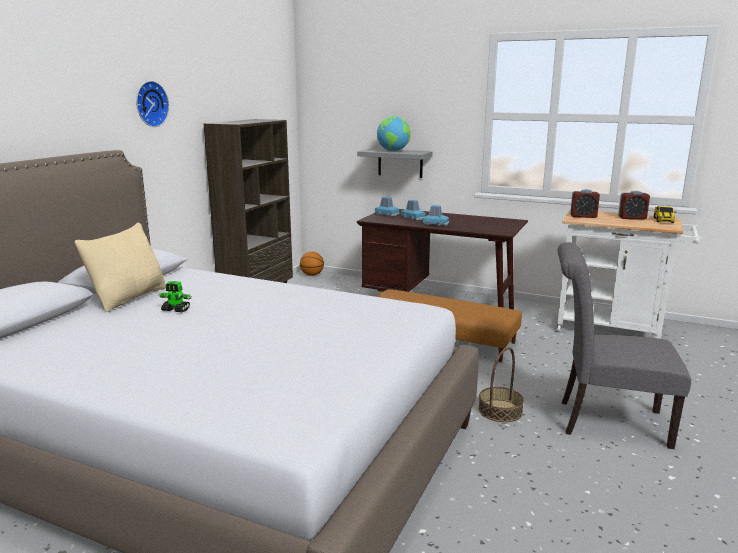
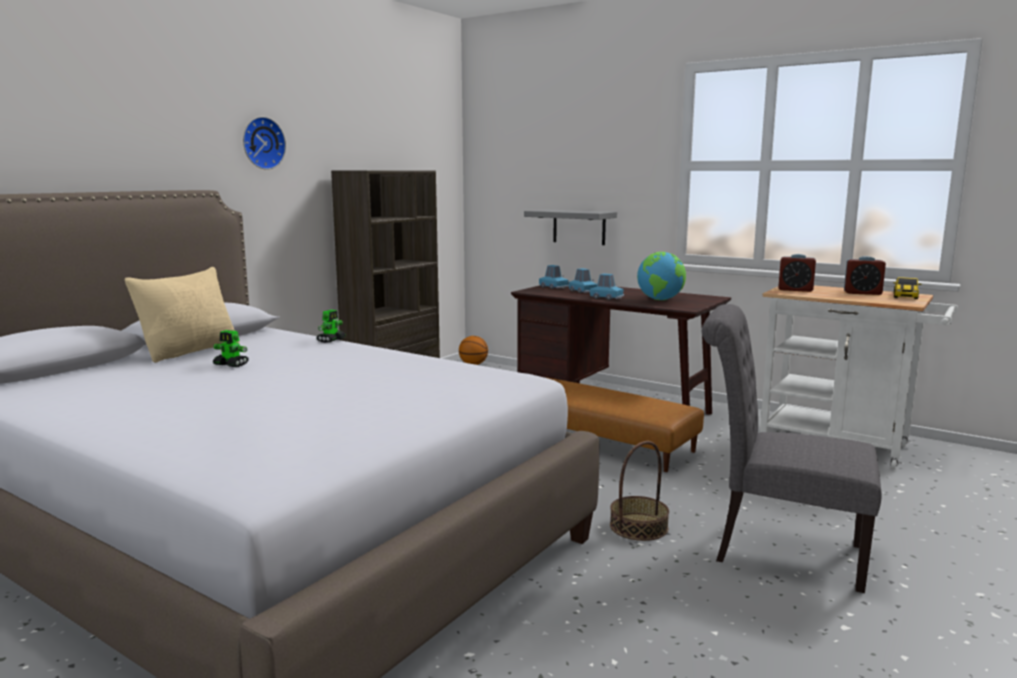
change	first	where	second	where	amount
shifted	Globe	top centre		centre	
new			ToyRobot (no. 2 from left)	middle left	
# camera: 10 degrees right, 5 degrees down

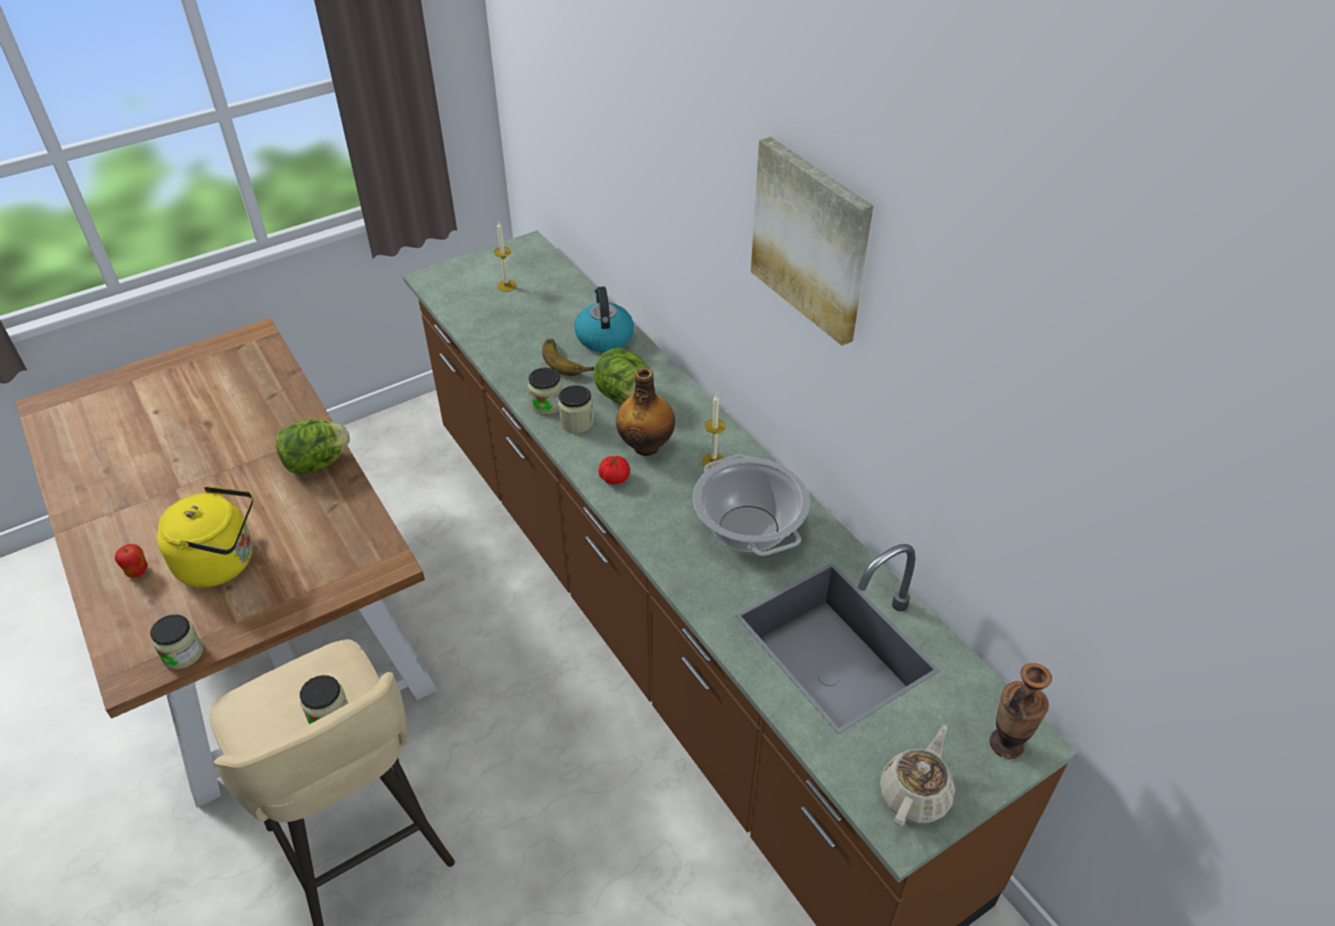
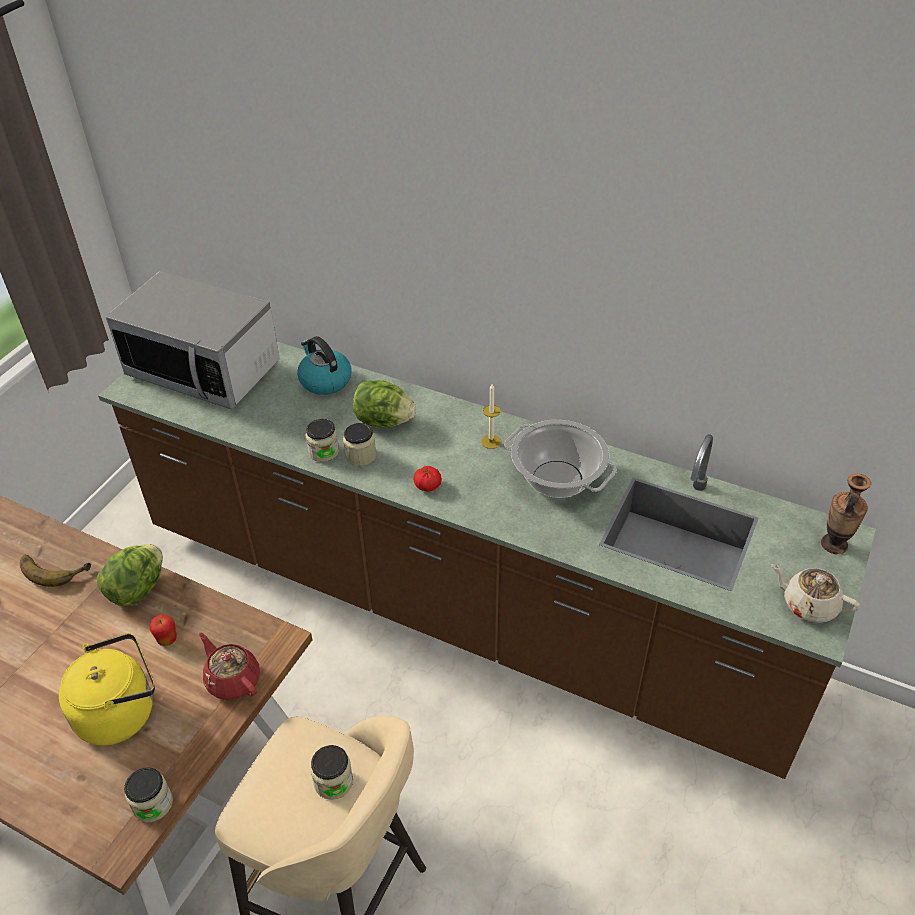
change	first	where	second	where	amount
gone	Picture	top centre			
swapped	Candle (no. 1 from left)	top centre	Microwave	middle left	
shifted	Banana	centre		middle left	
gone	Bottle	centre			
shifted	Apple	middle left		bottom left	
rotated	BeigeTeapot	bottom right		middle right	60 degrees counterclockwise
new			RedTeapot	bottom left	
# camera: 30 degrees left, 0 degrees up

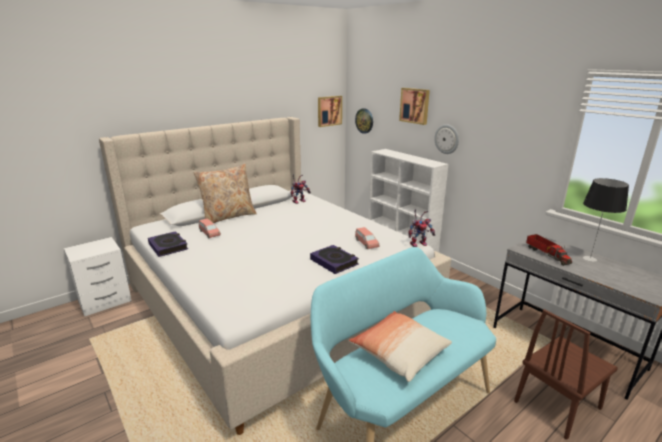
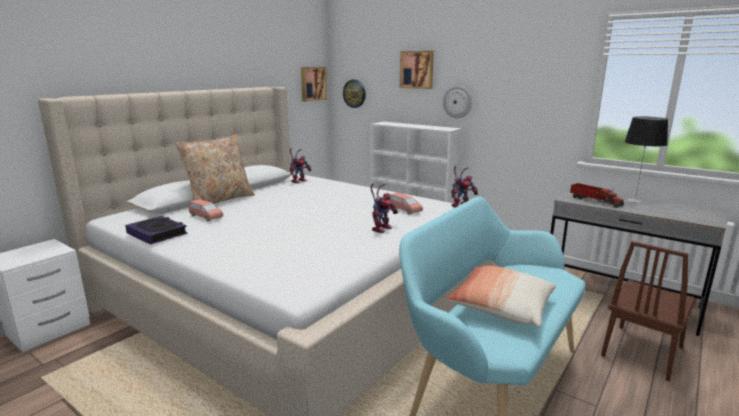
change	first	where	second	where	amount
swapped	Book (no. 2 from left)	centre	ToyRobot (no. 2 from left)	centre	
# camera: 15 degrees left, 5 degrees down

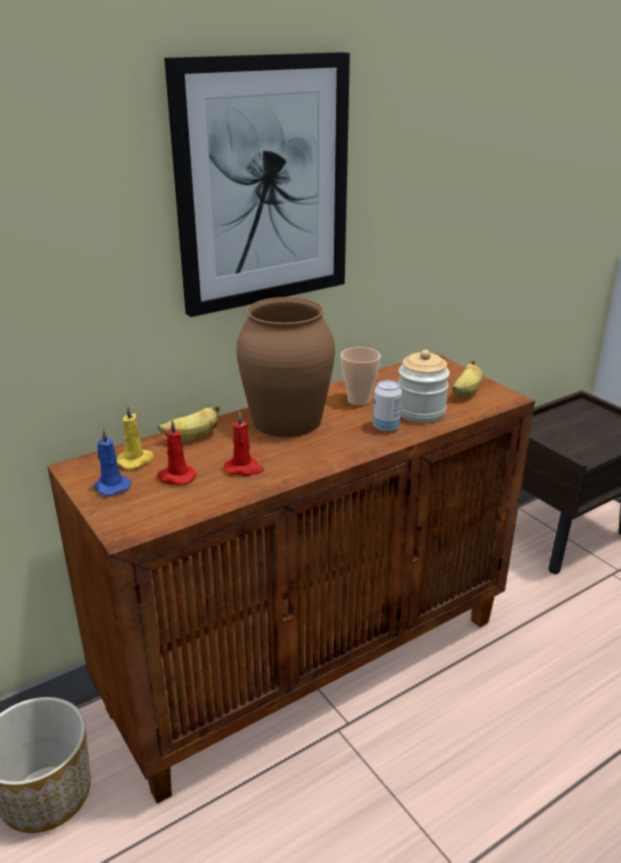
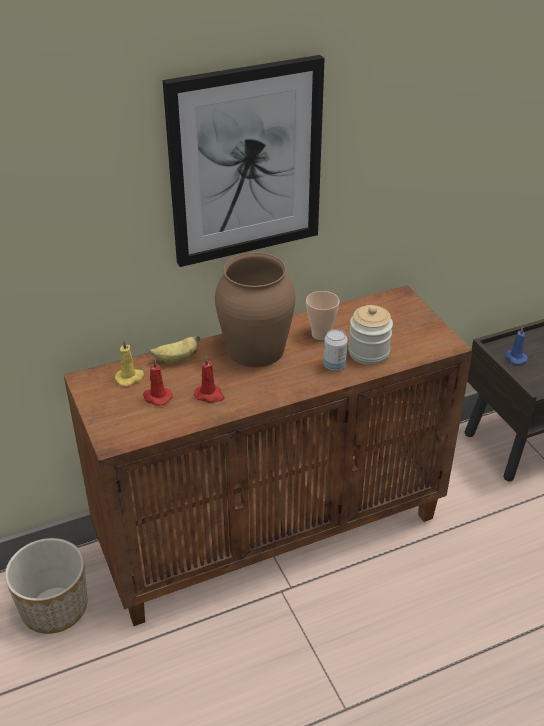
change	first	where	second	where	amount
gone	Banana (no. 2 from left)	middle right			
shifted	BlueCandle	middle left		middle right	
# camera: 10 degrees right, 10 degrees up

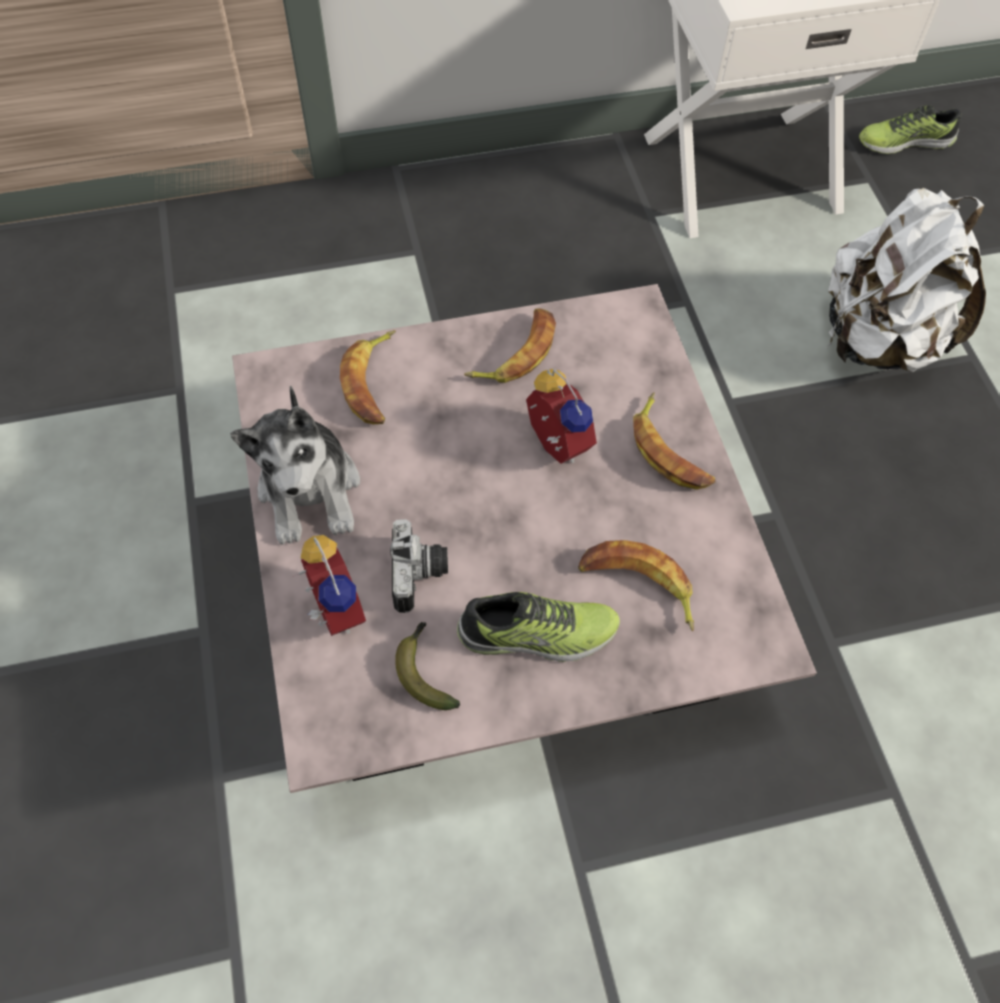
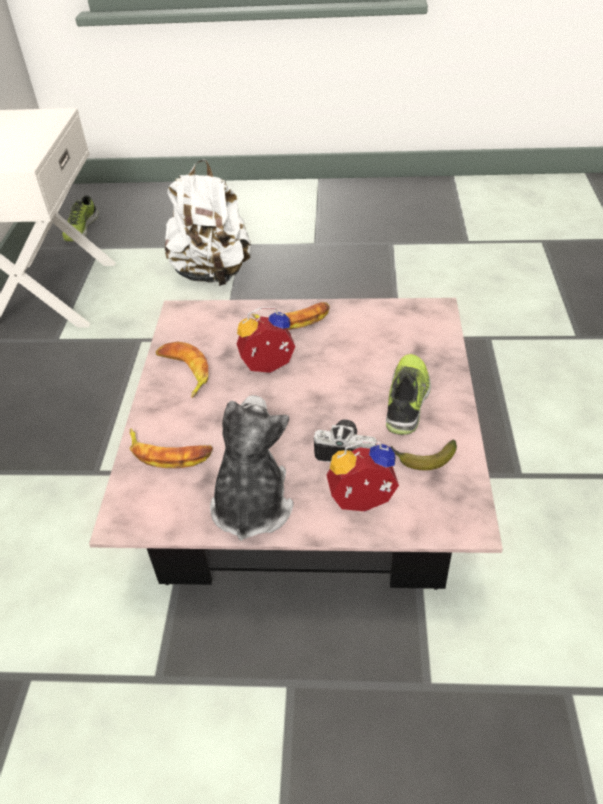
change	first	where	second	where	amount
rotated	PlushToy	middle left		centre	90 degrees counterclockwise
gone	Banana (no. 4 from left)	centre			
# camera: 70 degrees left, 15 degrees down

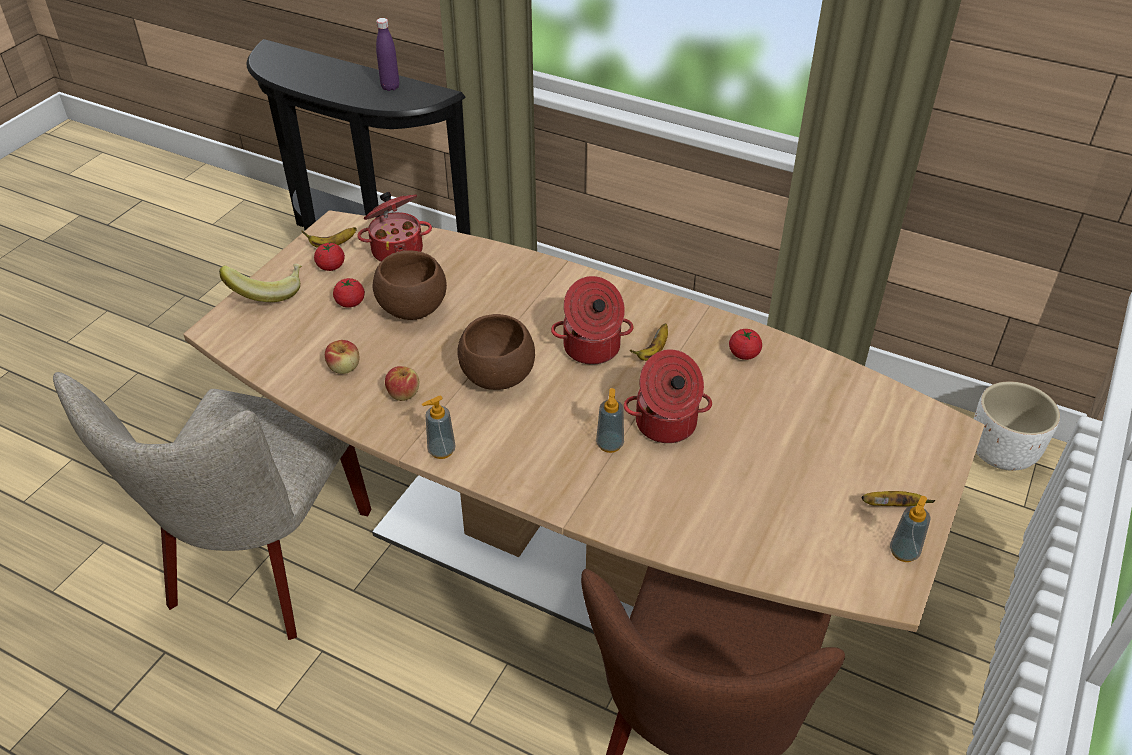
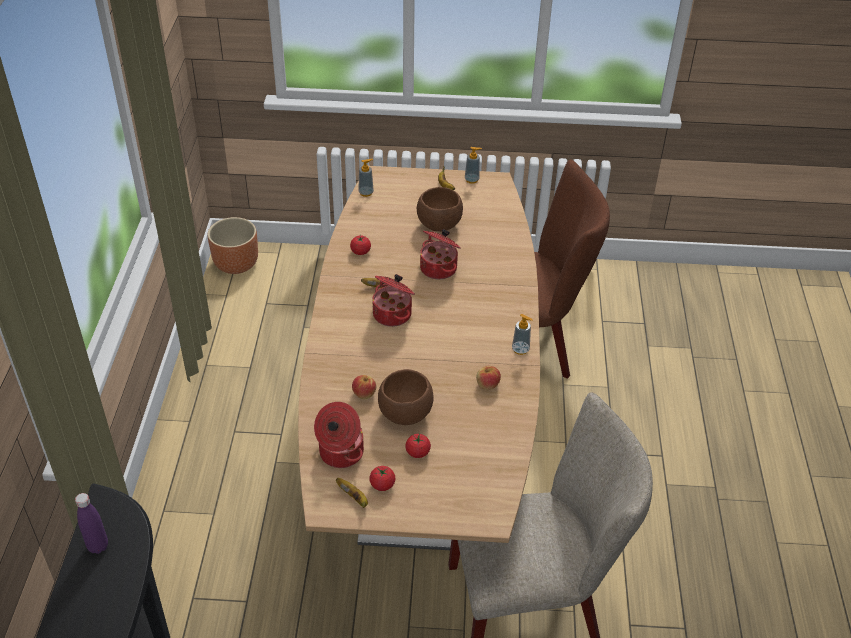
change	first	where	second	where	amount
gone	Banana (no. 1 from left)	middle left			
shifted	BrownBowl (no. 2 from left)	centre		top centre	
shifted	Apple (no. 1 from left)	middle left		centre	
repainted	WhitePlanter	middle right	BrownPlanter	middle left	
shifted	SoapDispenser (no. 2 from left in the first image)	centre	SoapDispenser (no. 1 from left)	top centre	
# camera: 115 degrees left, 0 degrees up

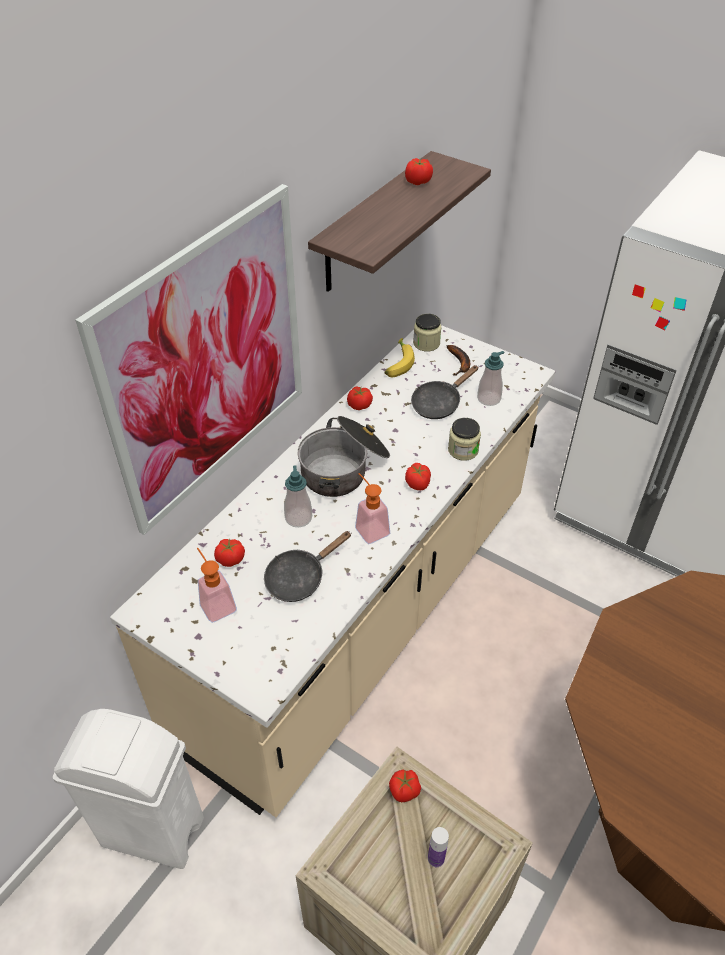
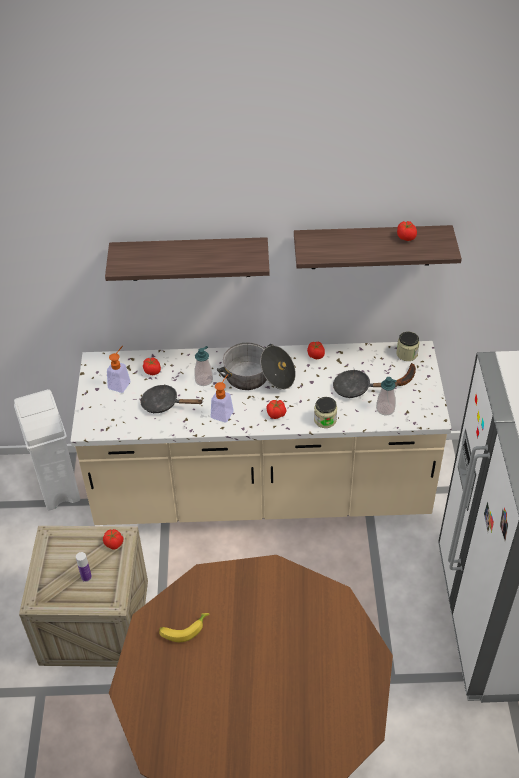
change	first	where	second	where	amount
swapped	Picture	middle left	Shelf (no. 1 from left)	top centre	
shifted	Banana (no. 1 from left)	centre		bottom centre	
# camera: 55 degrees right, 0 degrees up

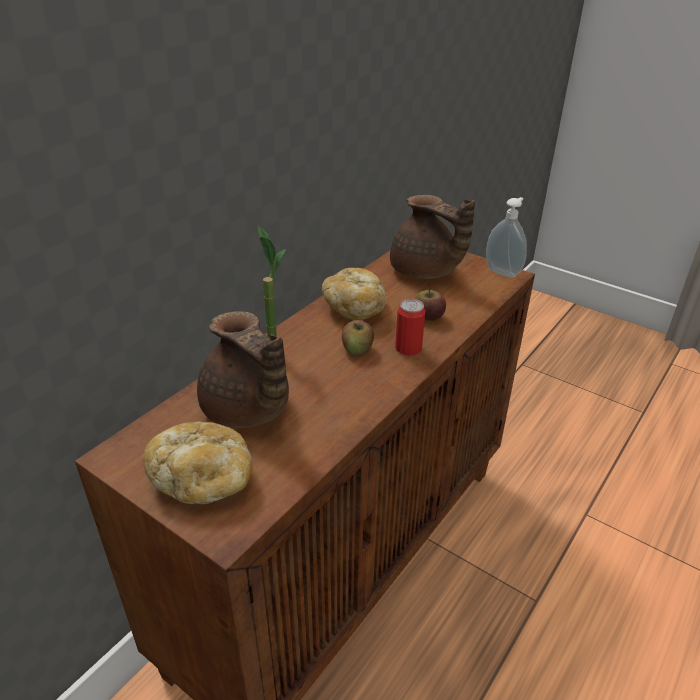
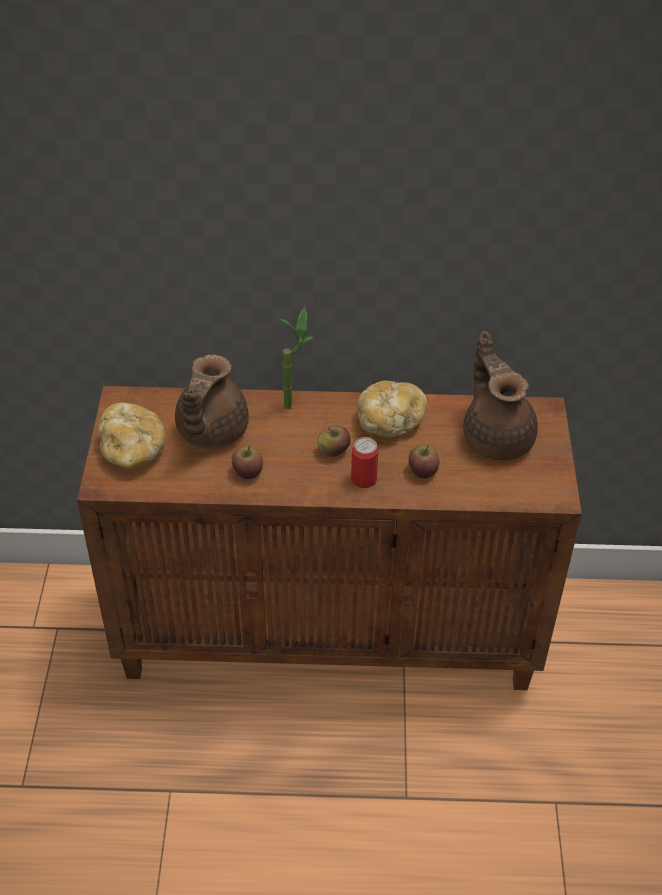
change	first	where	second	where	amount
rotated	BrownTeapot (no. 2 from left)	centre		middle right	150 degrees clockwise
gone	SoapDispenser	middle right			
new			Apple (no. 1 from left)	centre	
# camera: 55 degrees right, 10 degrees up

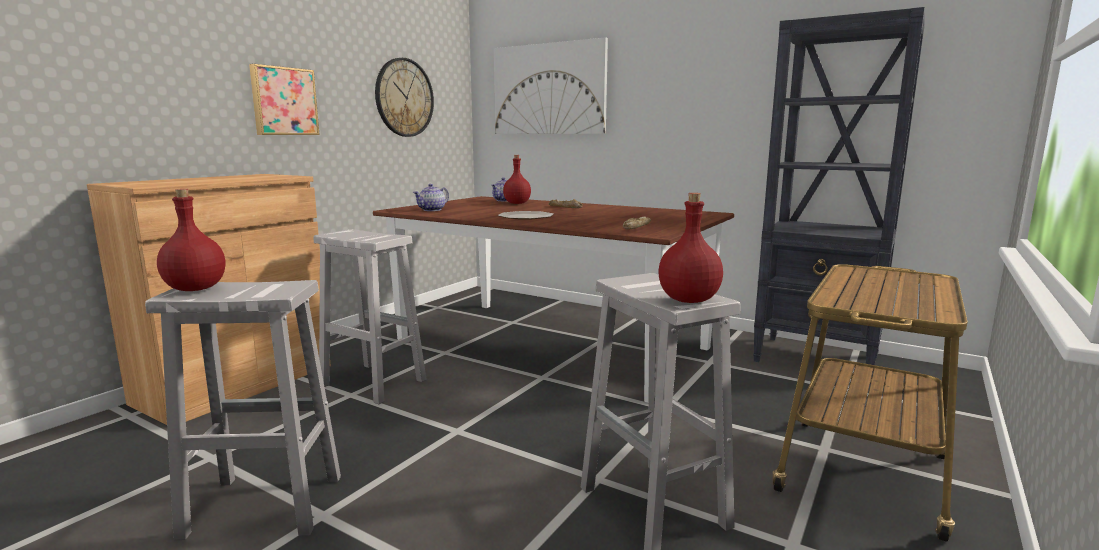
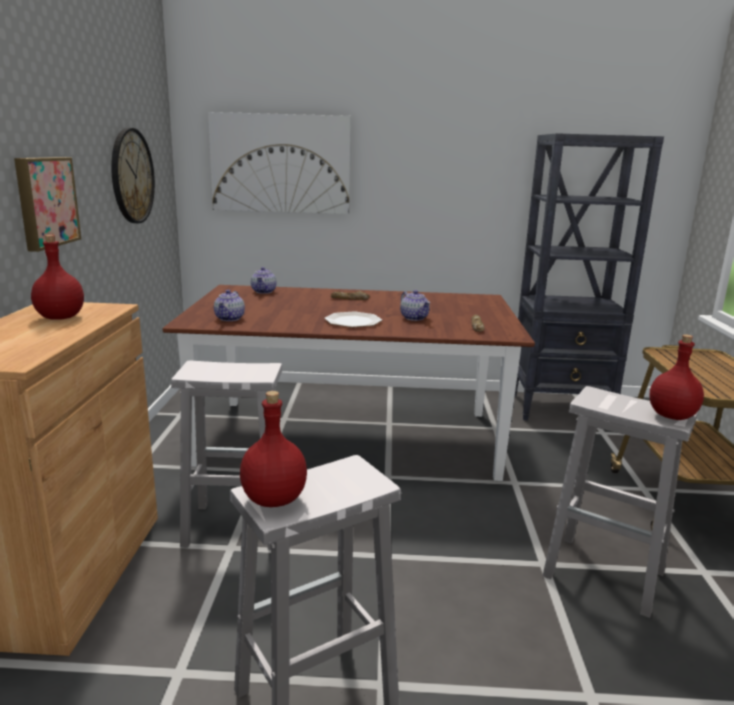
change	first	where	second	where	amount
shifted	RedBottle (no. 2 from left in the first image)	top centre	RedBottle (no. 1 from left)	middle left	
new			Teapot (no. 3 from left)	centre	
# camera: 30 degrees left, 5 degrees up

